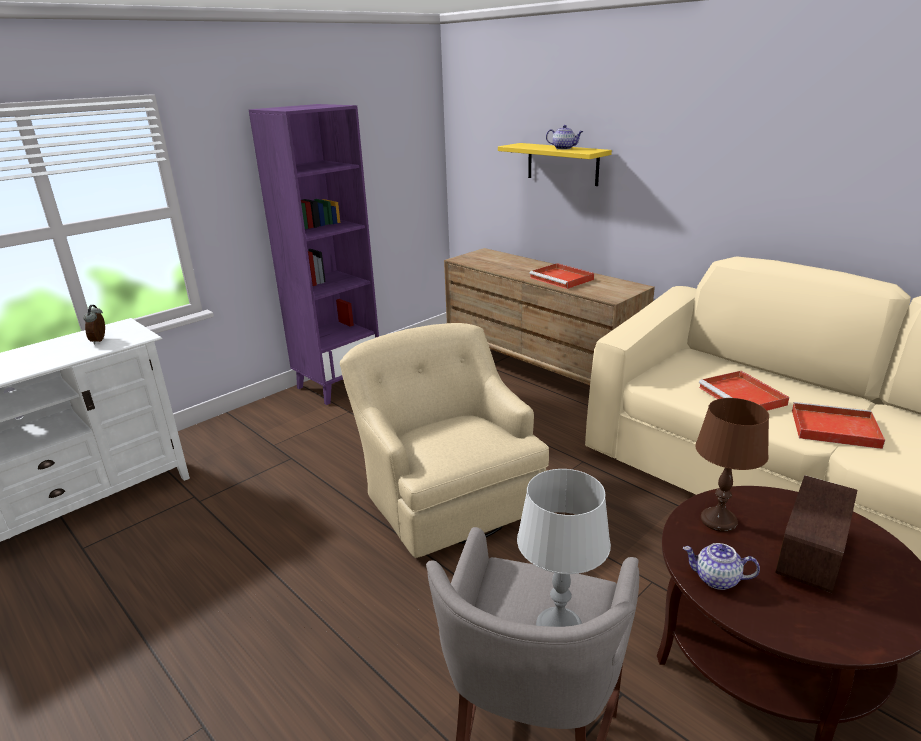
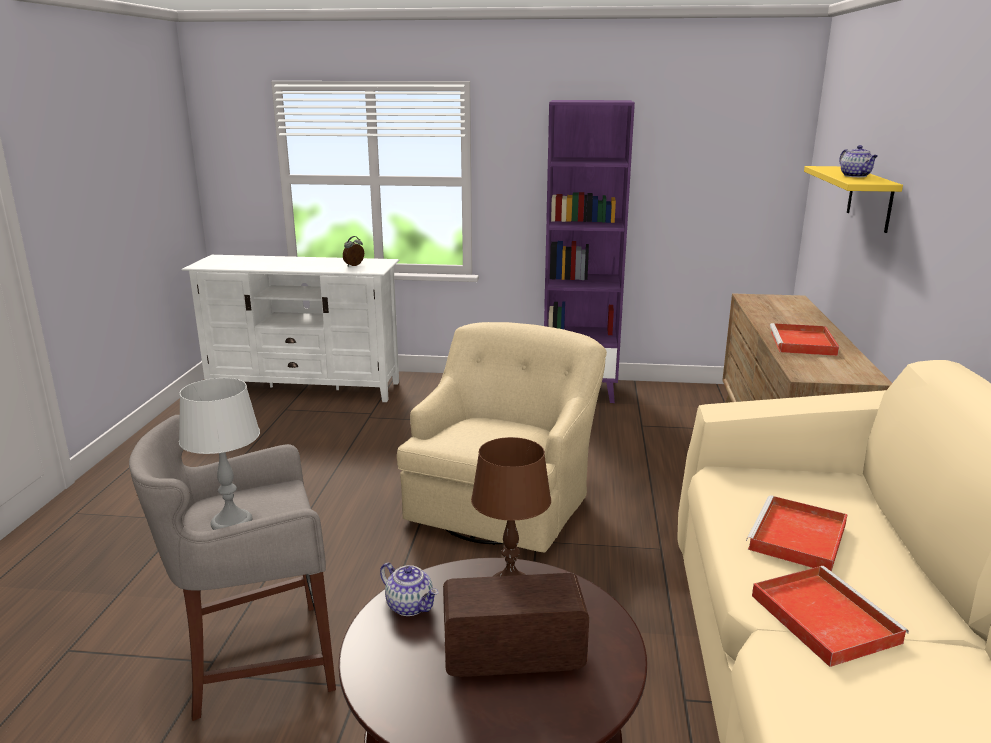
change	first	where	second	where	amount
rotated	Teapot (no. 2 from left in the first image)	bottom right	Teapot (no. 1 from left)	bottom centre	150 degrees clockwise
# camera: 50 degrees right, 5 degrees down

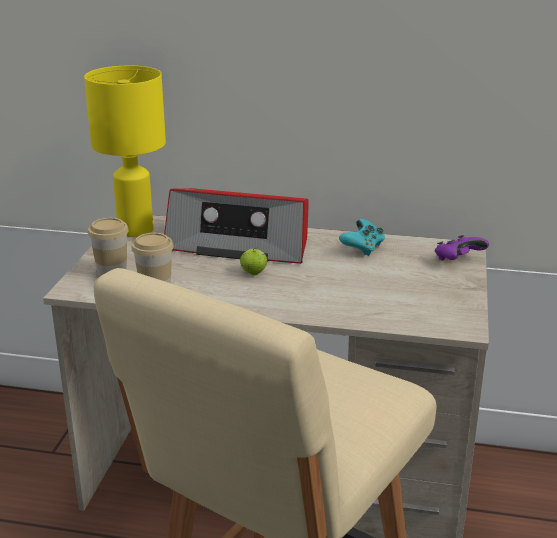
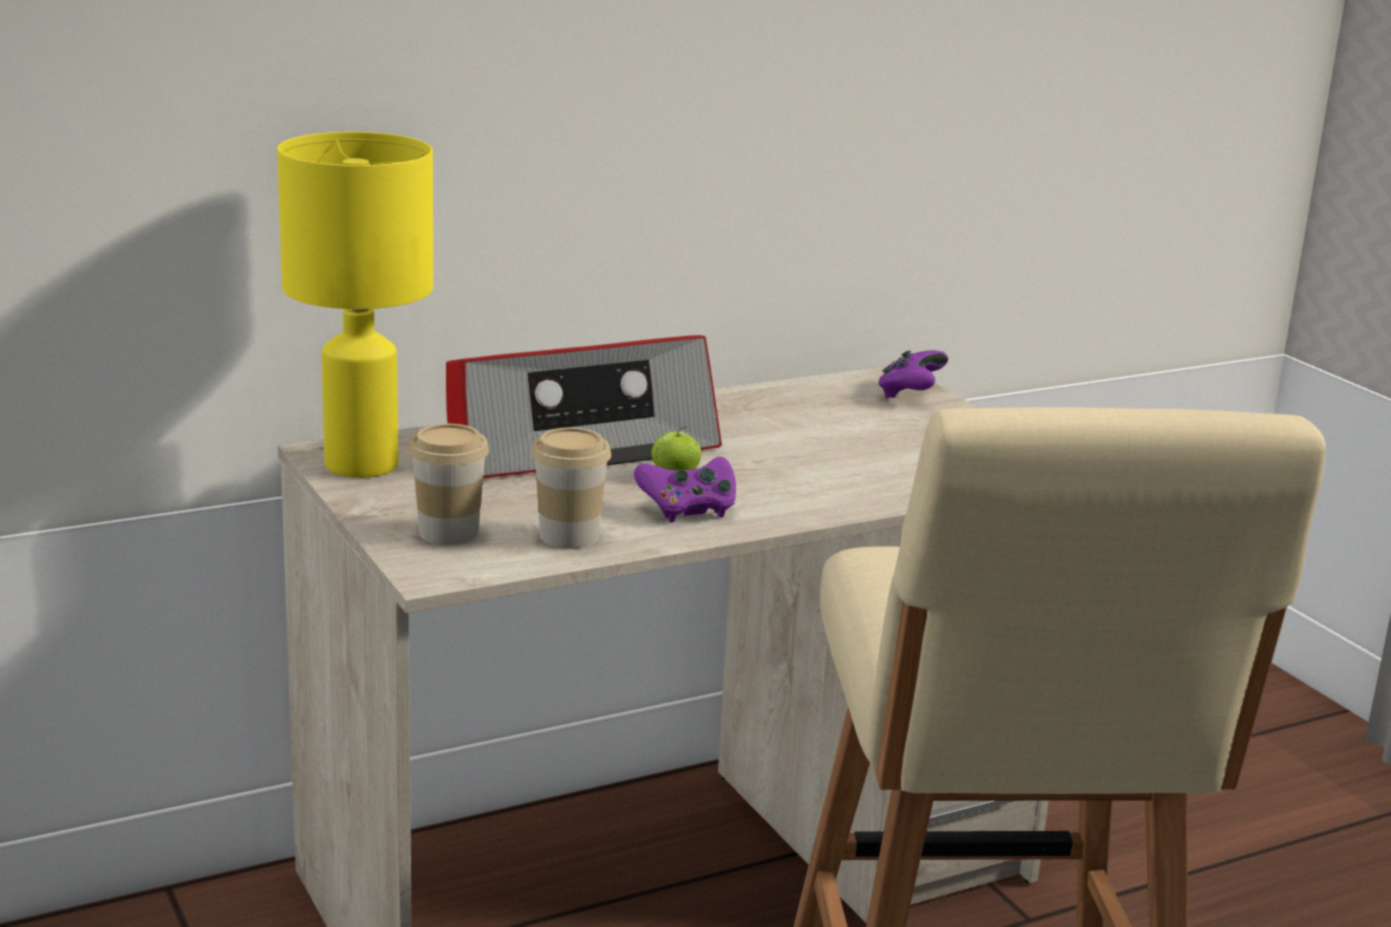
change	first	where	second	where	amount
gone	TurquoiseGameController	centre			
new			PurpleGameController (no. 1 from left)	centre	
# camera: 40 degrees left, 5 degrees down

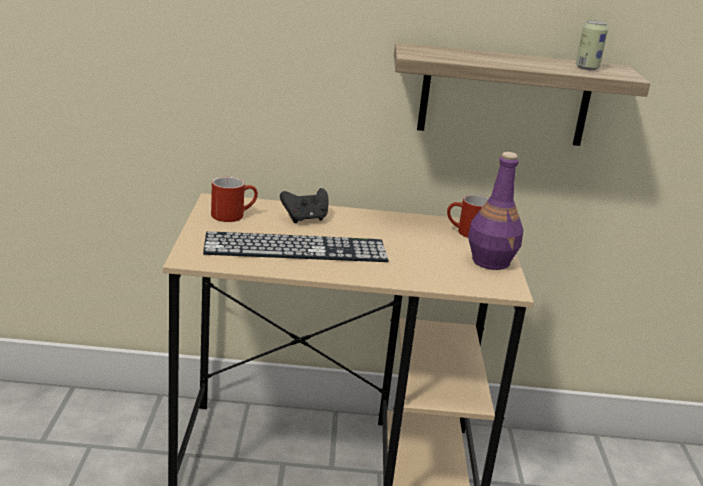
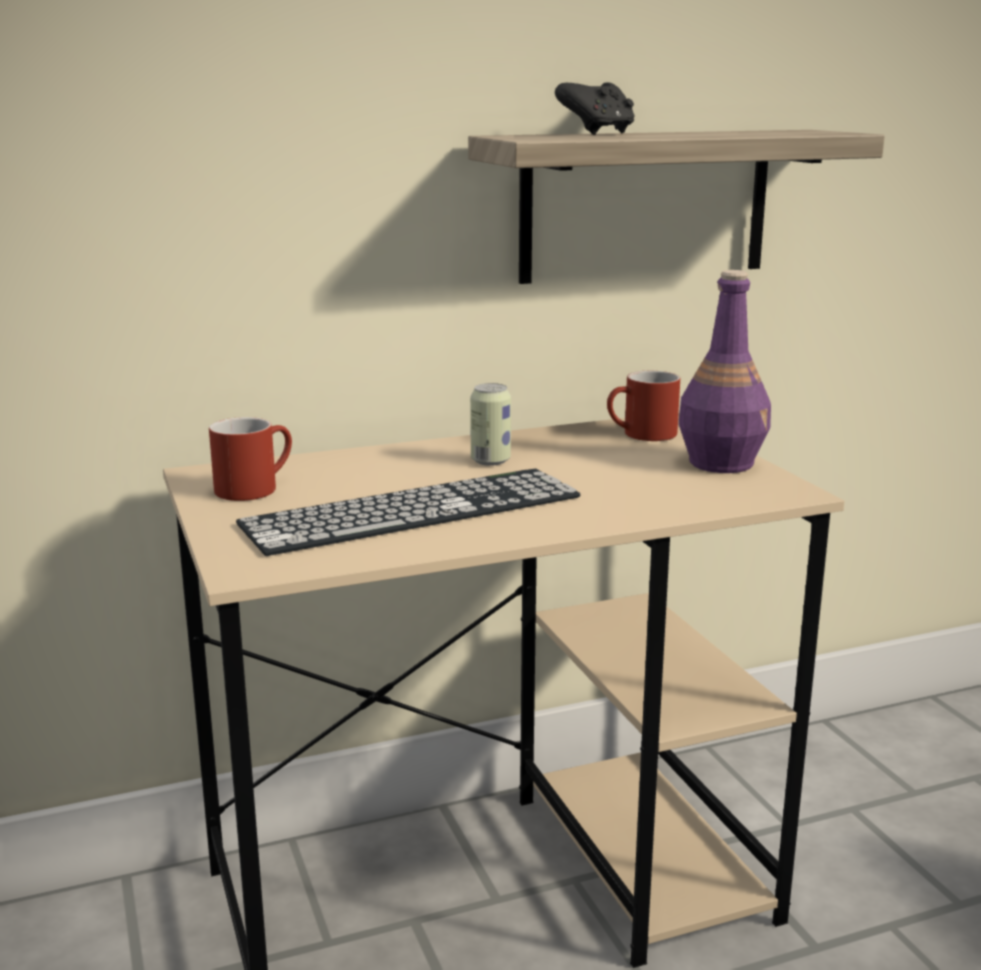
change	first	where	second	where	amount
shifted	Can	top right		centre	
shifted	BlackGameController	centre		top centre	
# camera: 20 degrees left, 5 degrees down

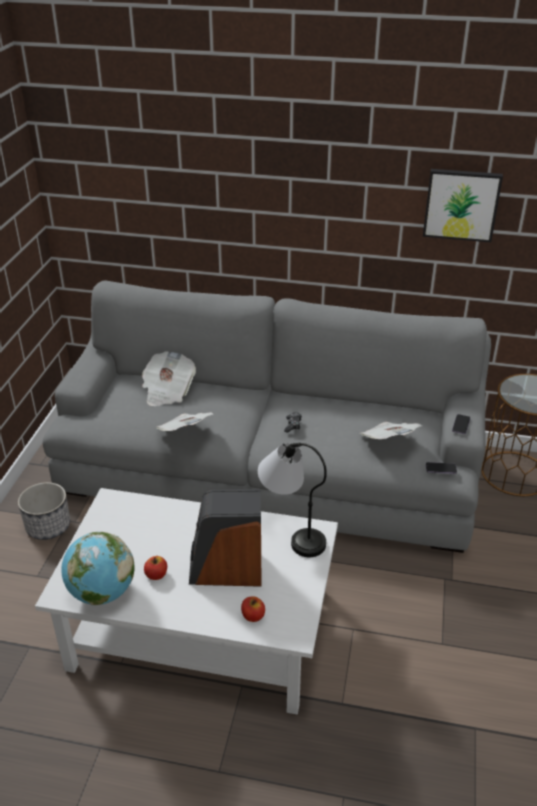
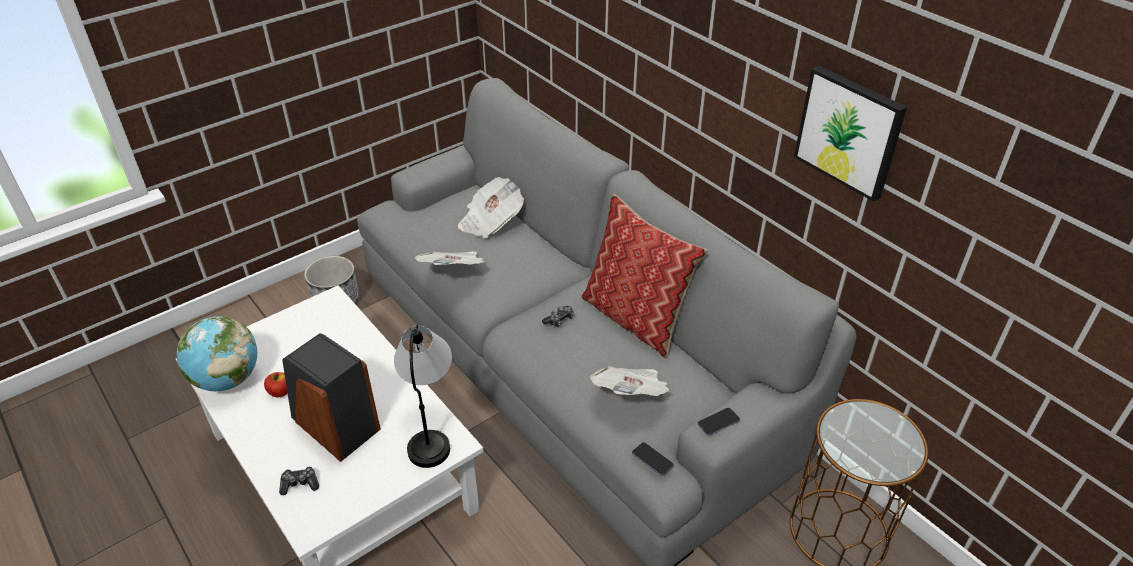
change	first	where	second	where	amount
swapped	Apple (no. 2 from left)	bottom centre	GameController (no. 1 from left)	bottom left	
new			Pillow	centre	
# camera: 40 degrees right, 5 degrees up

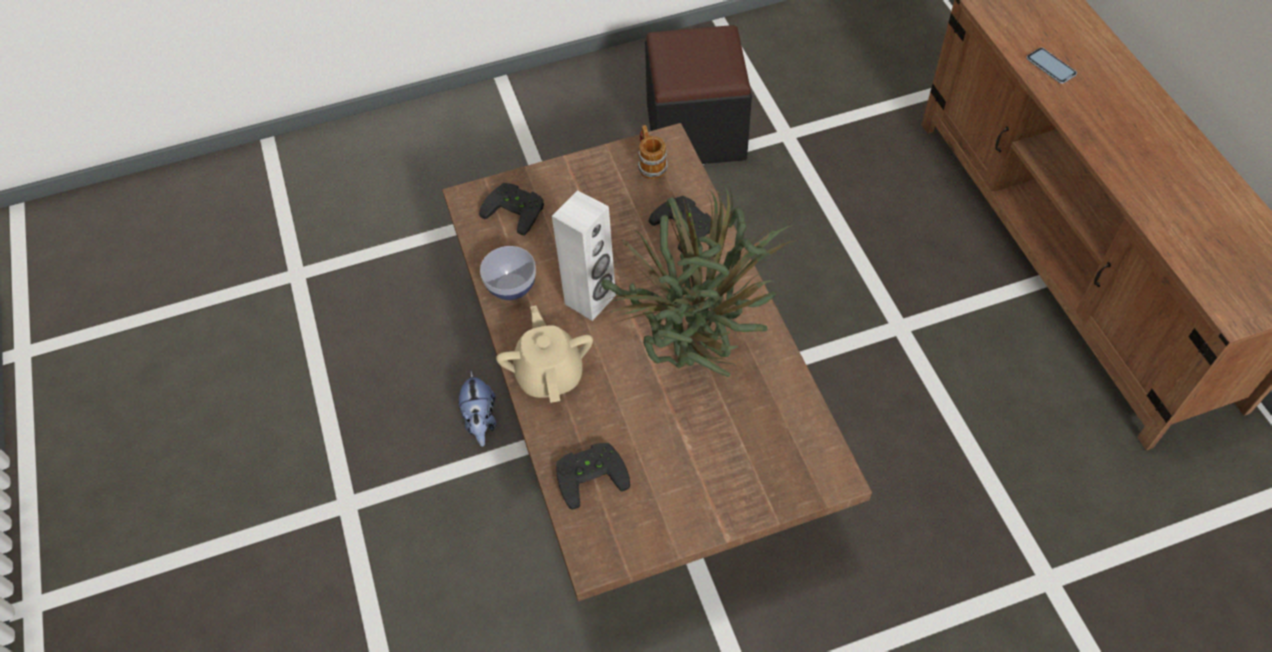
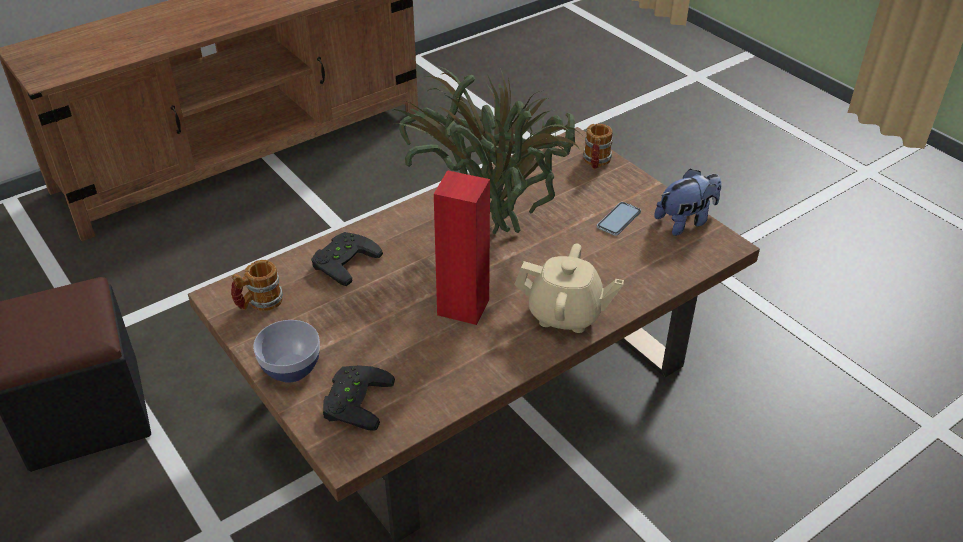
change	first	where	second	where	amount
shifted	Phone	top right		centre	
repainted	WhiteSpeaker	centre	RedSpeaker	centre	
shifted	Bowl	centre		middle left	
rotated	BeigeTeapot	centre		centre	135 degrees counterclockwise
shifted	PlushToy	centre		middle right	
gone	BlackGameController (no. 2 from left)	bottom centre			
new			Mug (no. 2 from left)	top centre	
# camera: 110 degrees left, 15 degrees down

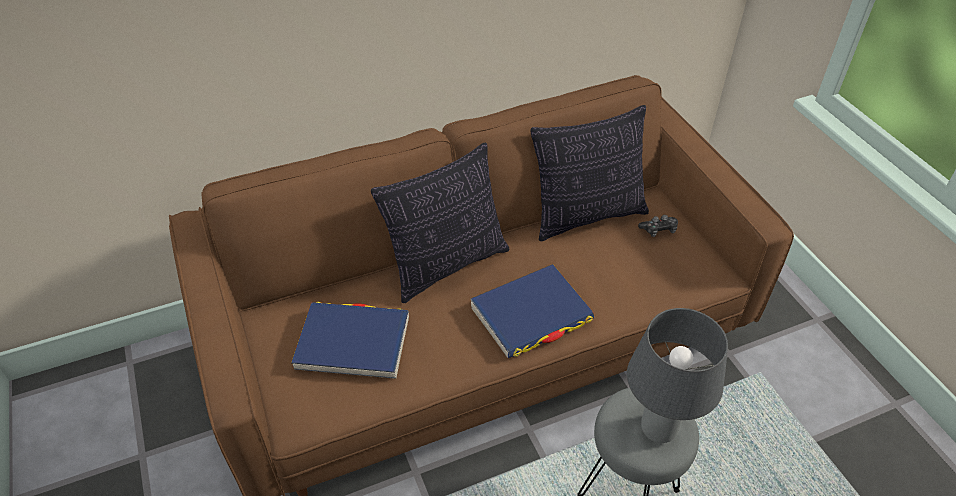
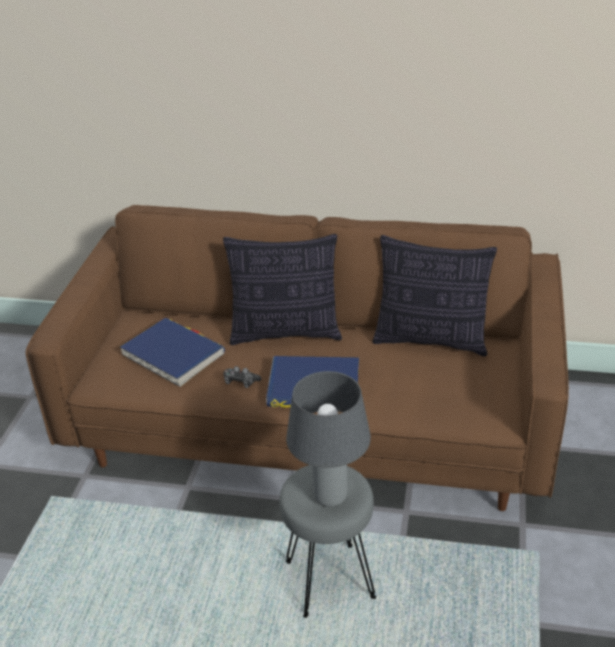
change	first	where	second	where	amount
shifted	GameController	middle right		centre	
# camera: 35 degrees right, 10 degrees down

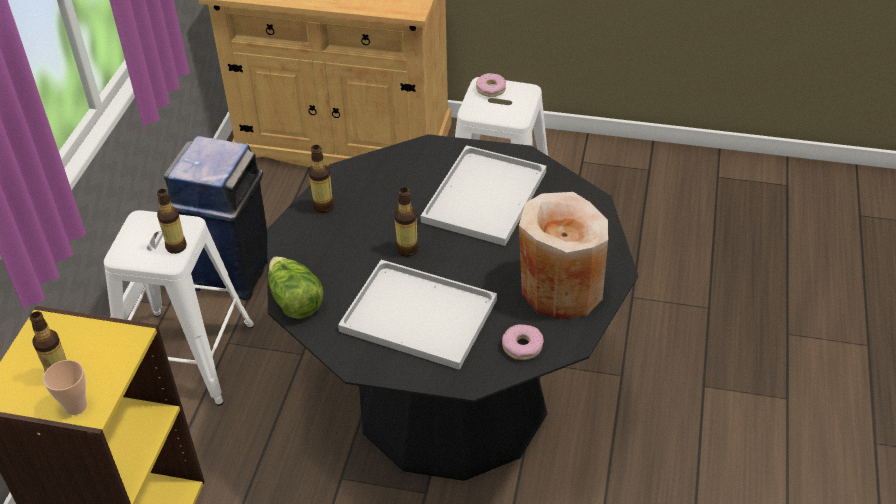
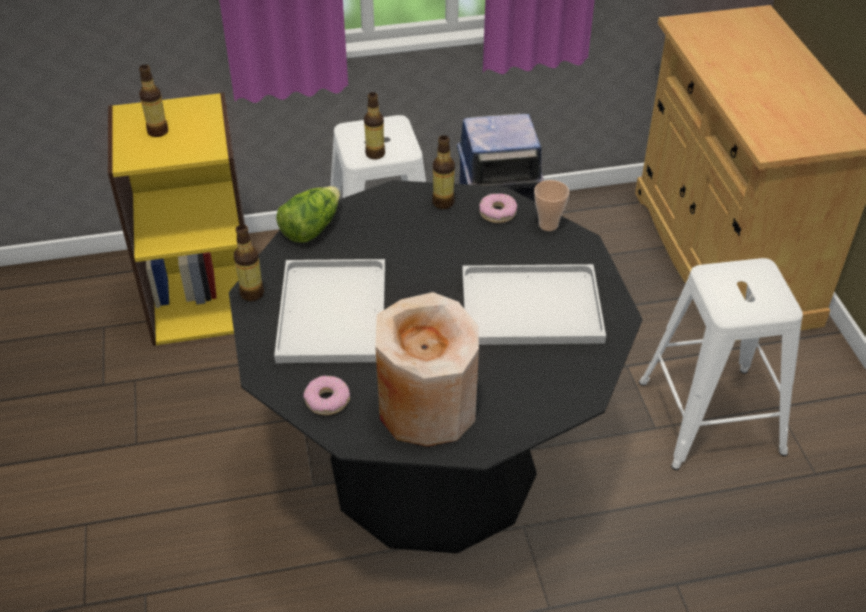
change	first	where	second	where	amount
shifted	Donut (no. 1 from left in the first image)	top centre	Donut (no. 2 from left)	centre	
shifted	Bottle (no. 4 from left in the first image)	centre	Bottle (no. 2 from left)	middle left	
shifted	Cup	bottom left		centre	
# camera: 65 degrees right, 0 degrees up

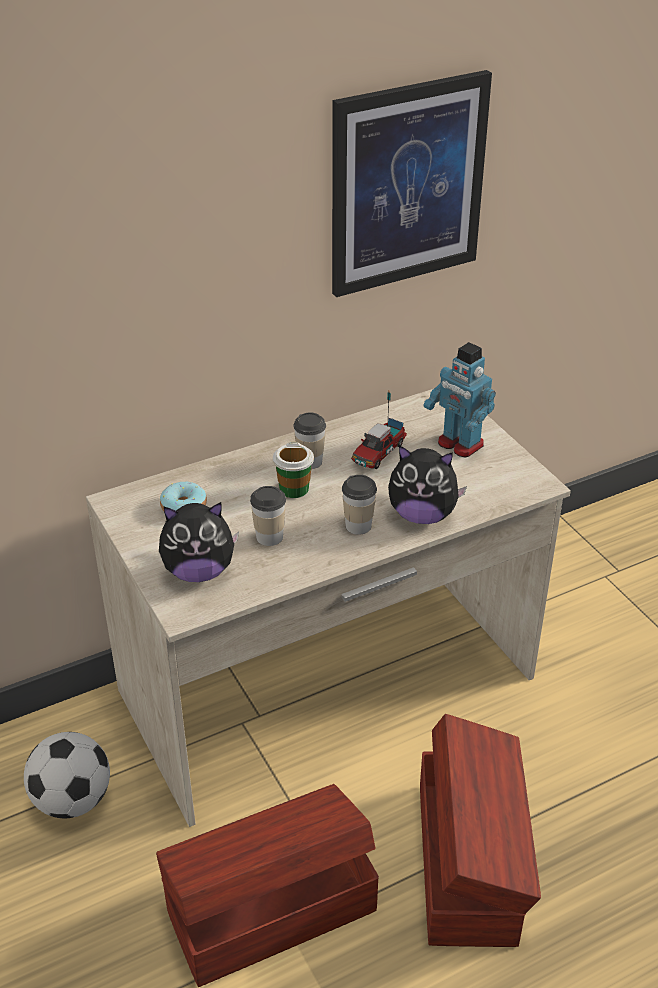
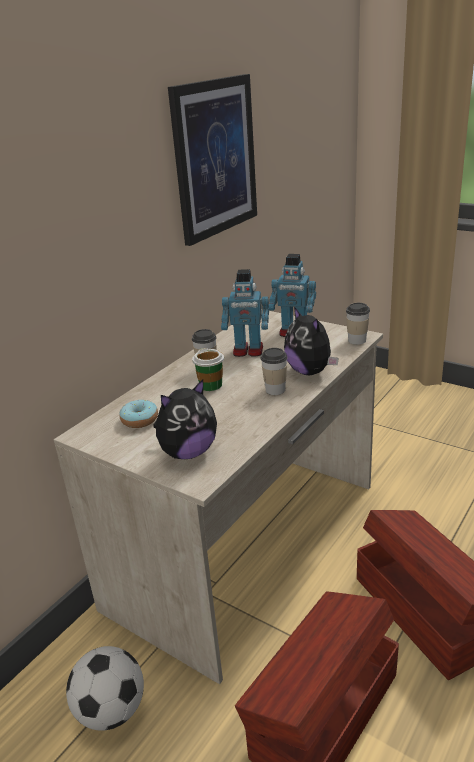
change	first	where	second	where	amount
swapped	ToyTruck	centre	ToyRobot (no. 1 from left)	centre	
rotated	PlushToy (no. 2 from left)	centre		centre	75 degrees clockwise
shifted	Cup (no. 1 from left in the first image)	centre	Cup (no. 4 from left)	middle right	
# camera: 25 degrees left, 10 degrees down

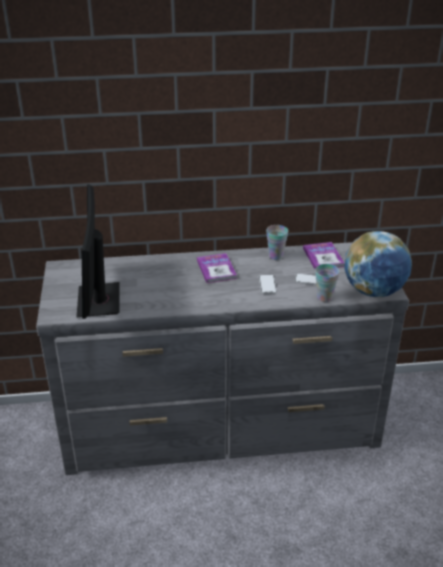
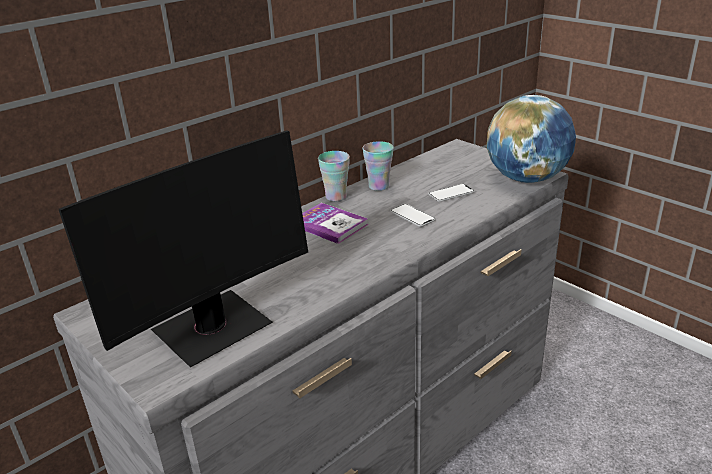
change	first	where	second	where	amount
rotated	Monitor	middle left		middle left	90 degrees counterclockwise
gone	Book (no. 2 from left)	middle right			
shifted	Cup (no. 2 from left in the first image)	middle right	Cup (no. 1 from left)	centre	
# camera: 35 degrees left, 5 degrees down

